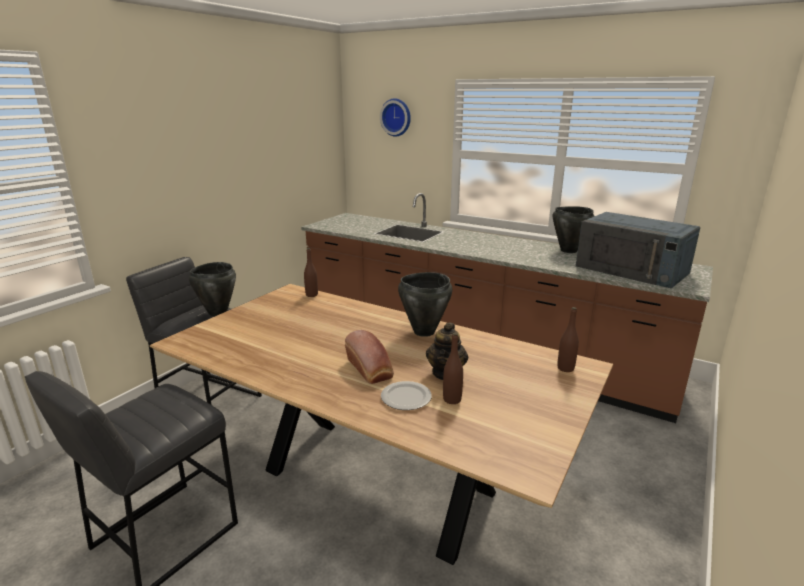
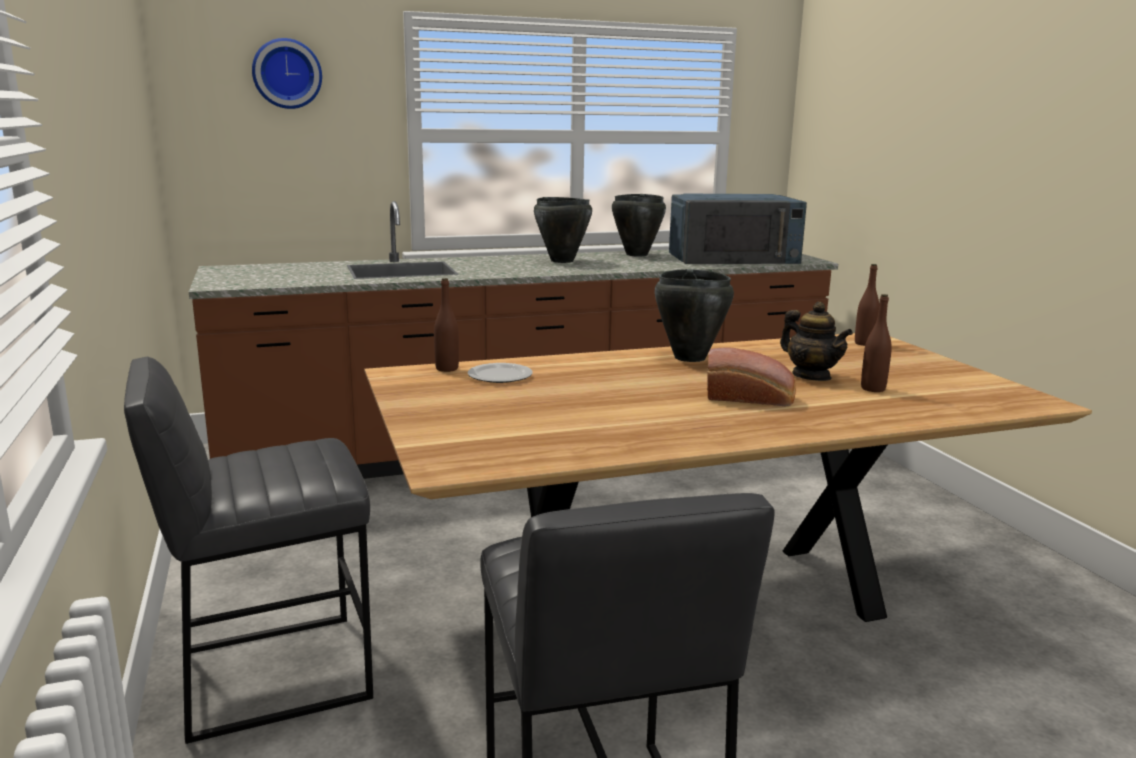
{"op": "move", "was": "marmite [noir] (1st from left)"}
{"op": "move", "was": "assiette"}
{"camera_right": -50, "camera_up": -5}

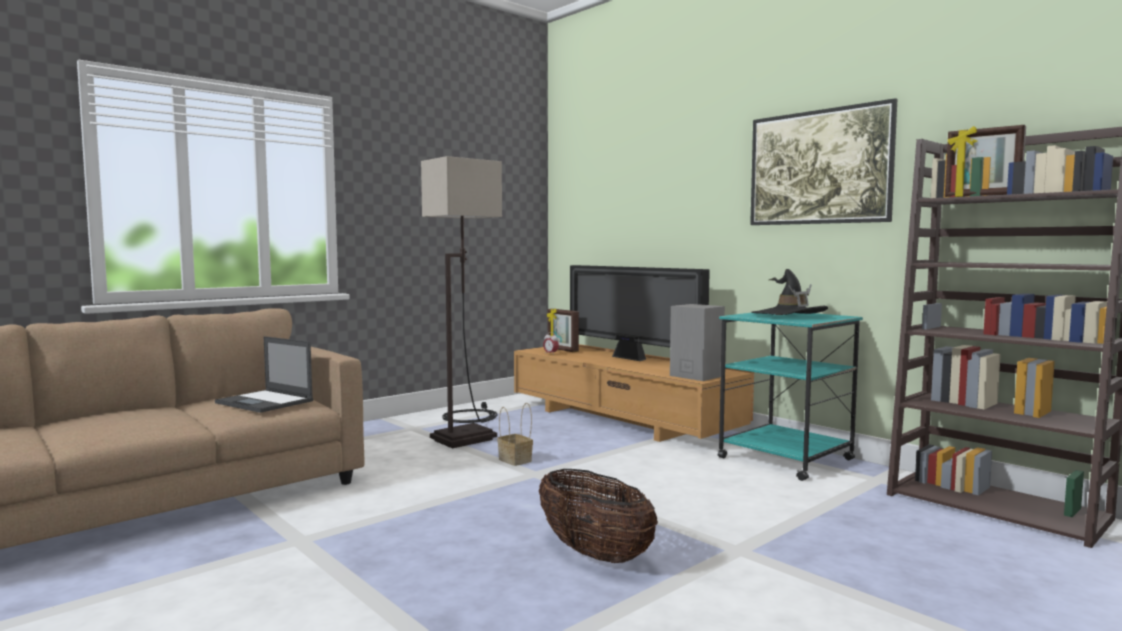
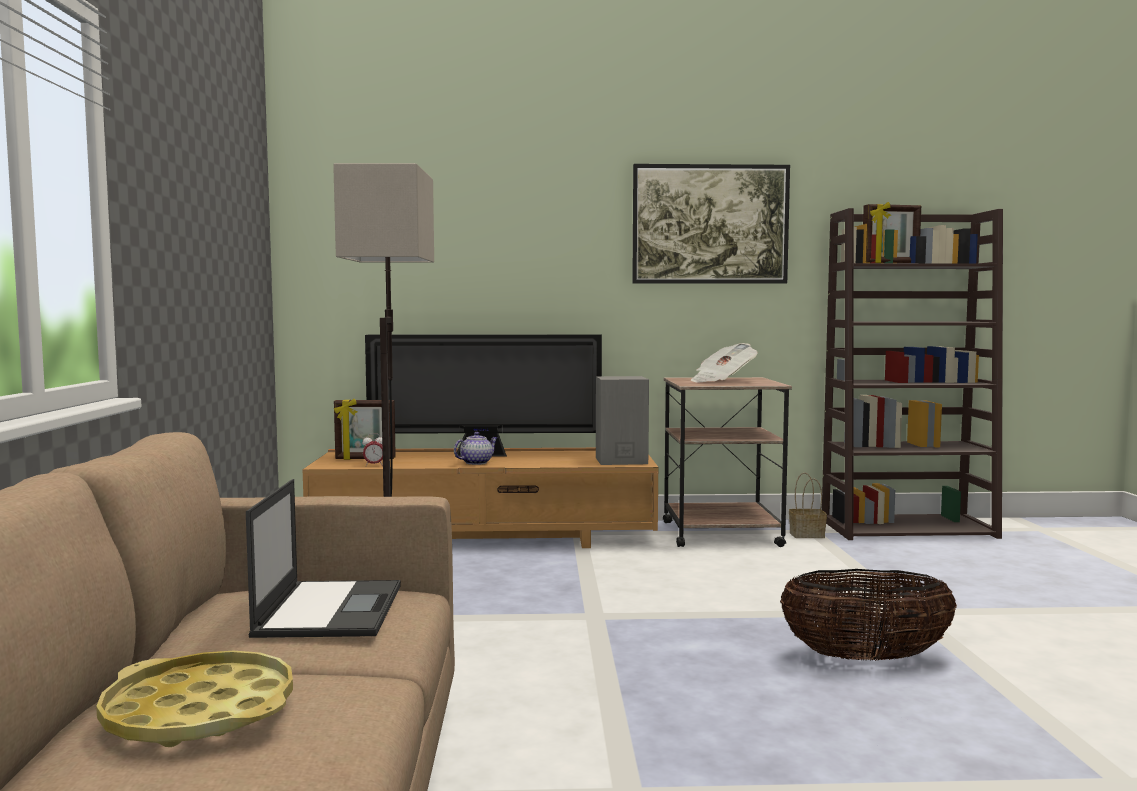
{"op": "replace", "was": "chapeau [noir]", "now": "journal"}
{"op": "recolor", "was": "chariot [turquoise]", "now": "chariot [marron]"}
{"op": "rotate", "was": "ordinateur portable", "clockwise": -75}
{"op": "move", "was": "panier (1st from left)"}
{"op": "insert", "now": "théière"}
{"op": "insert", "now": "plateau [jaune]"}
{"camera_right": -50, "camera_up": 0}

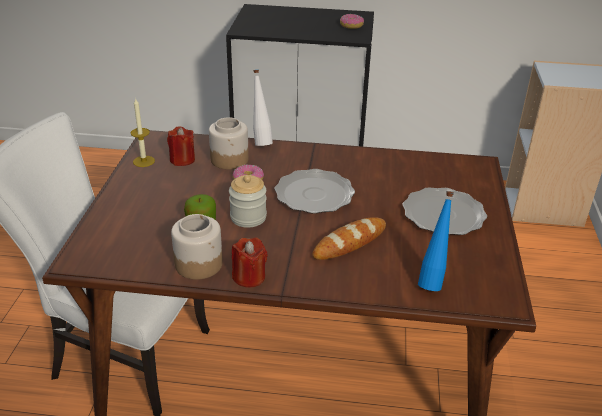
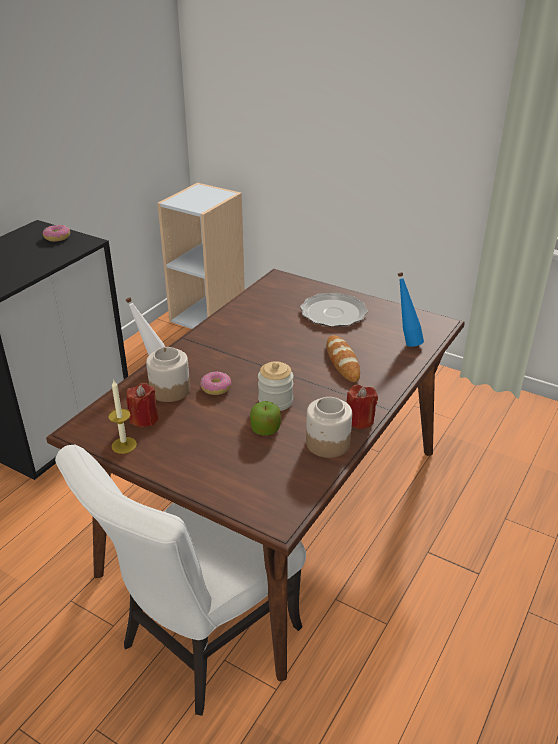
{"op": "delete", "was": "assiette (1st from left)"}
{"camera_right": -65, "camera_up": 0}

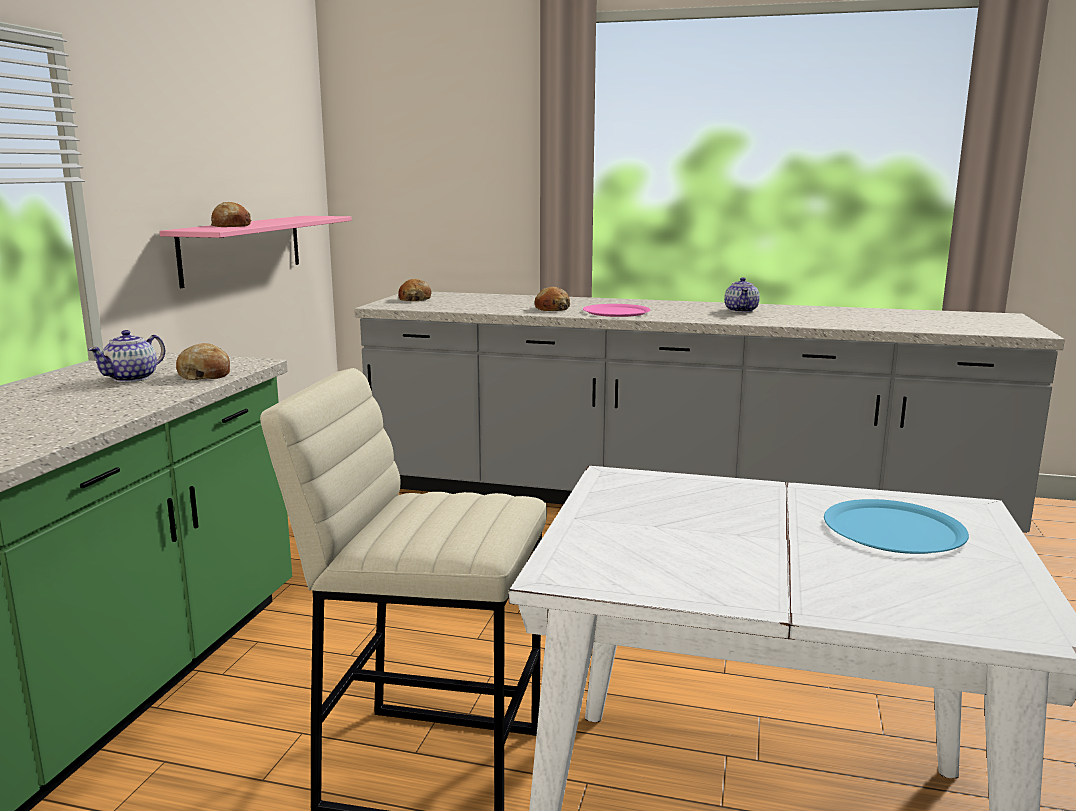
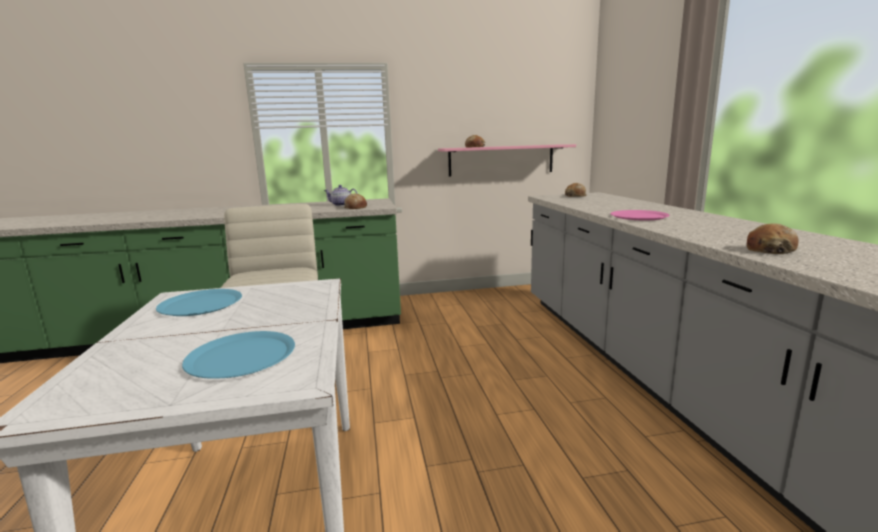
{"op": "delete", "was": "théière (2nd from left)"}
{"op": "move", "was": "pain (4th from left)"}
{"op": "insert", "now": "assiette [bleu] (1st from left)"}
{"camera_right": 65, "camera_up": 0}

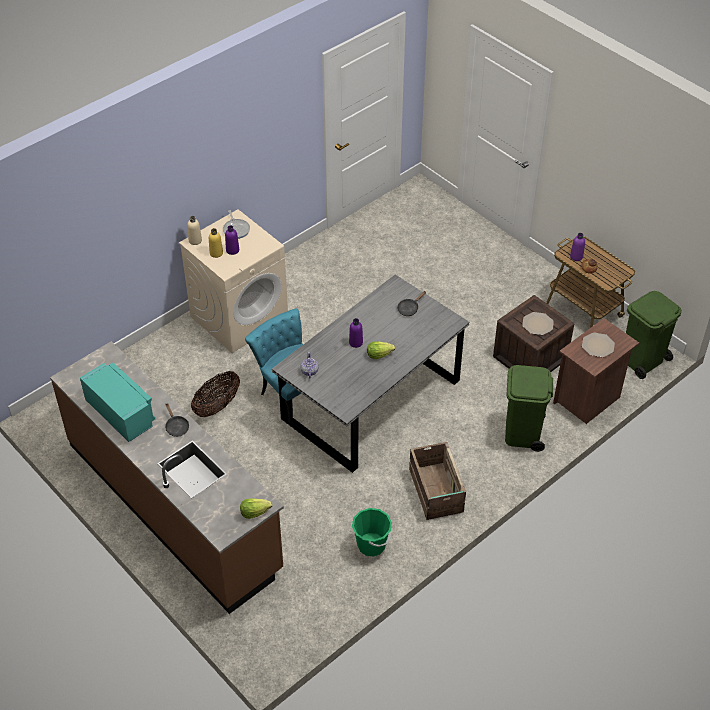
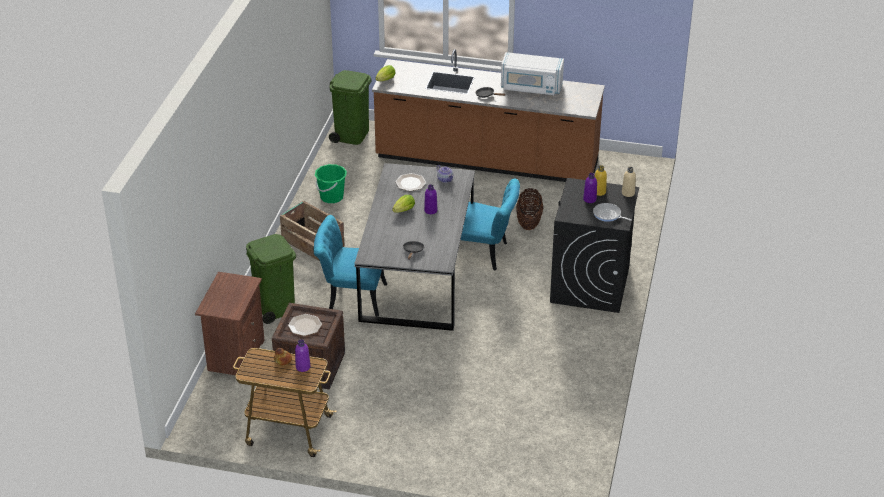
{"op": "recolor", "was": "lave-linge [beige]", "now": "lave-linge [noir]"}
{"op": "move", "was": "poubelle [vert] (2nd from left)"}
{"op": "move", "was": "assiette (2nd from left)"}
{"op": "recolor", "was": "micro-ondes [turquoise]", "now": "micro-ondes [blanc]"}
{"op": "insert", "now": "chaise [turquoise] (1st from left)"}
{"camera_right": 145, "camera_up": -10}

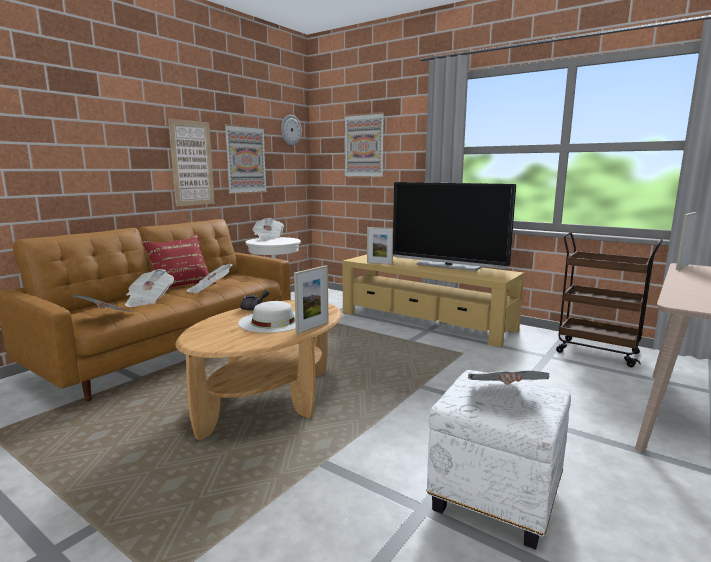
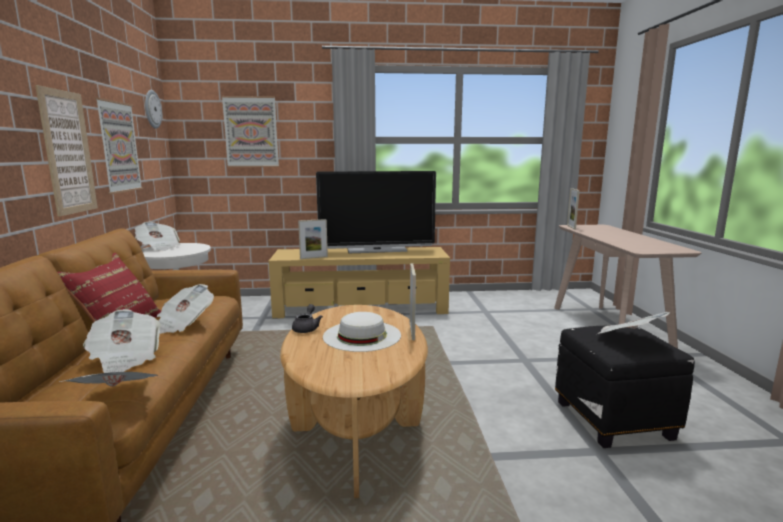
{"op": "delete", "was": "chariot [marron]"}
{"op": "recolor", "was": "pouf [blanc]", "now": "pouf [noir]"}
{"camera_right": -40, "camera_up": 0}

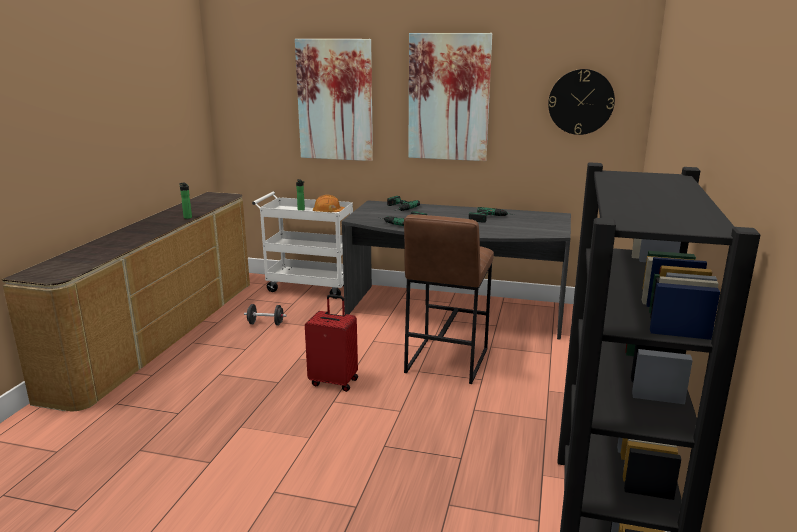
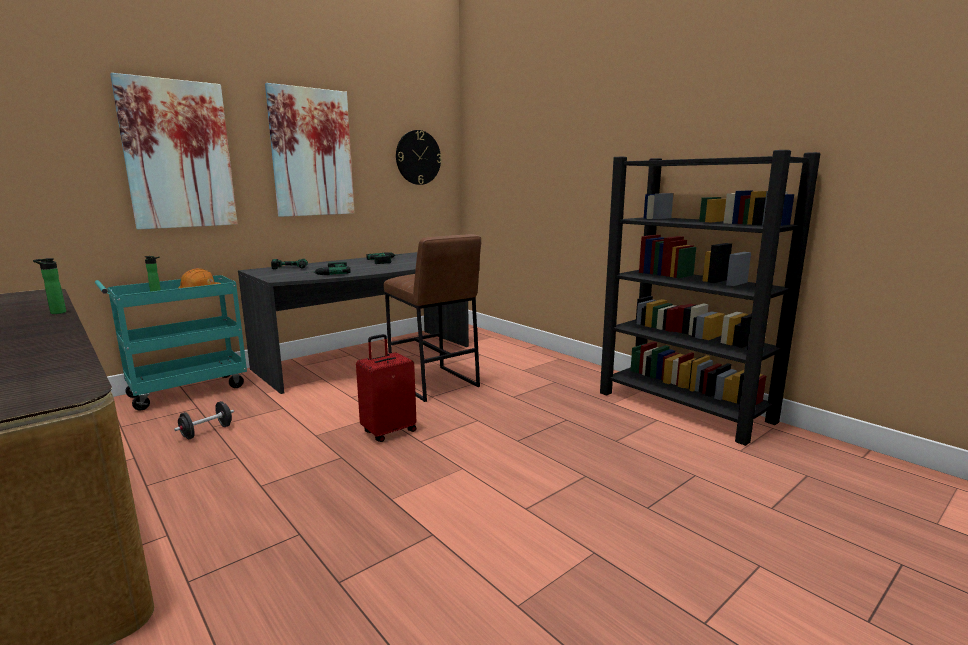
{"op": "recolor", "was": "chariot [blanc]", "now": "chariot [turquoise]"}
{"camera_right": -55, "camera_up": -5}

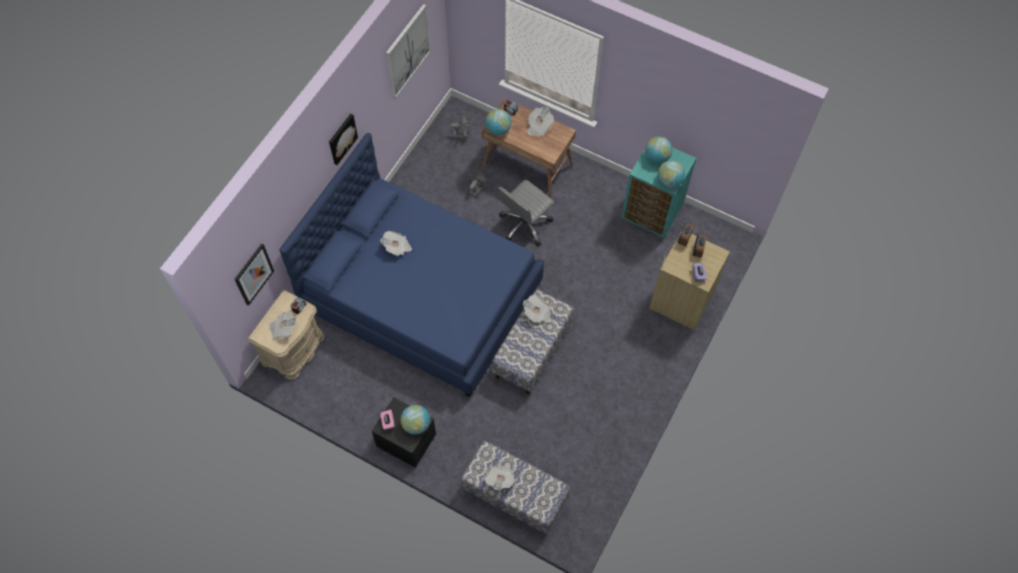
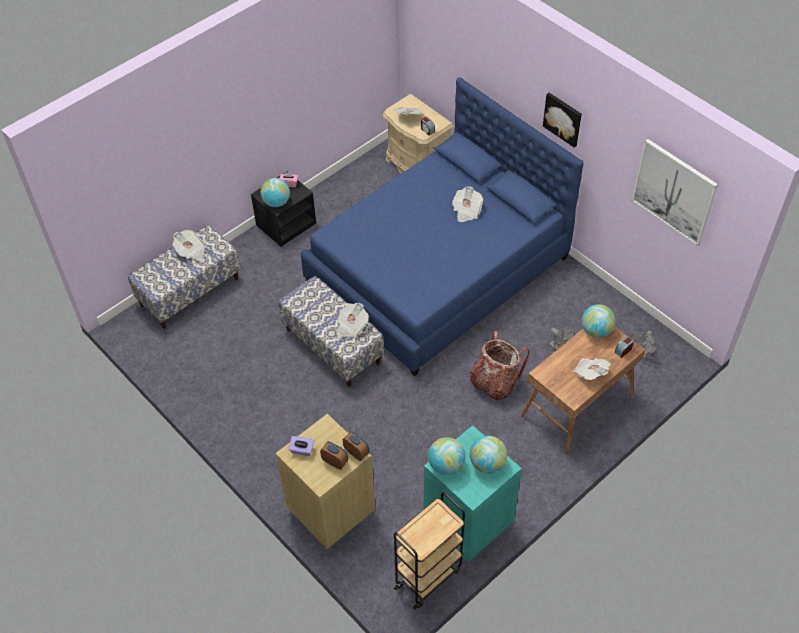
{"op": "replace", "was": "chaise de bureau [gris]", "now": "sac à dos"}
{"op": "delete", "was": "tableau (1st from left)"}
{"op": "insert", "now": "chariot [marron]"}
{"camera_right": 110, "camera_up": -10}

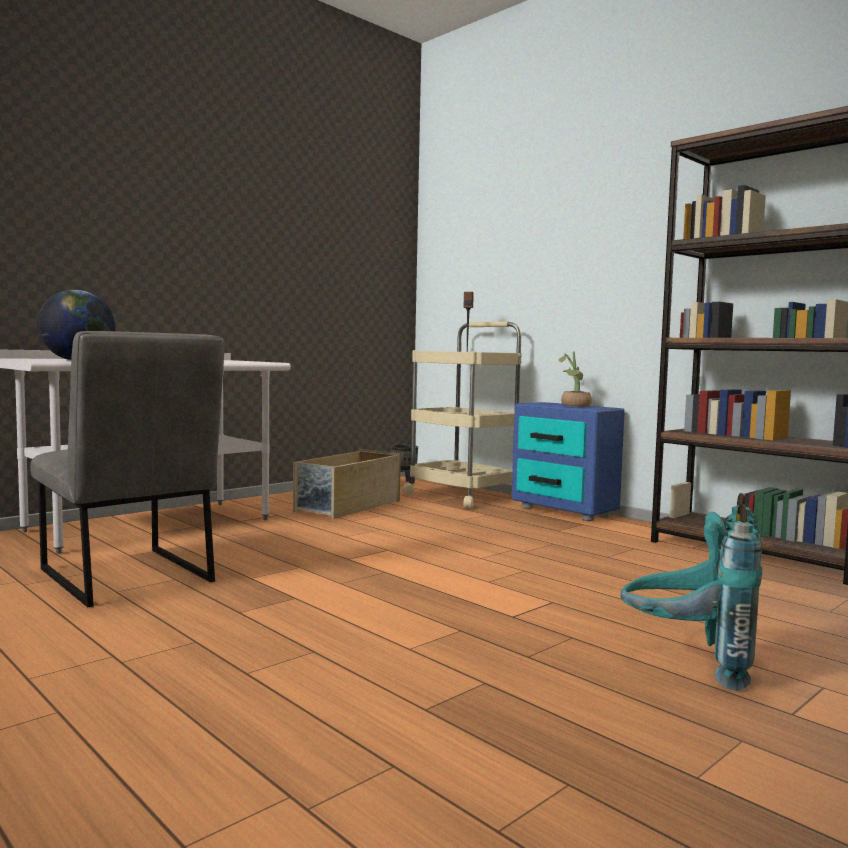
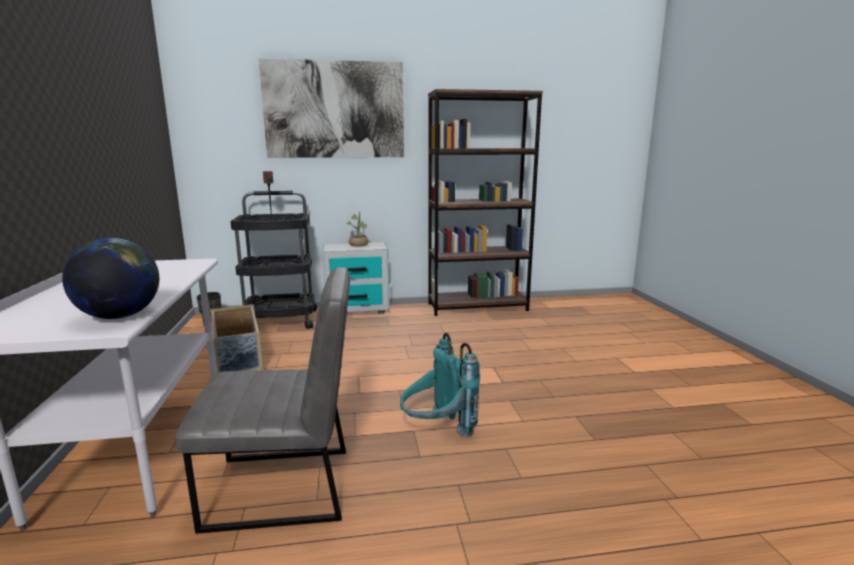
{"op": "recolor", "was": "chariot [beige]", "now": "chariot [noir]"}
{"op": "recolor", "was": "table de chevet [bleu]", "now": "table de chevet [blanc]"}
{"op": "move", "was": "sac à dos [turquoise]"}
{"op": "insert", "now": "tableau"}
{"camera_right": -55, "camera_up": 10}

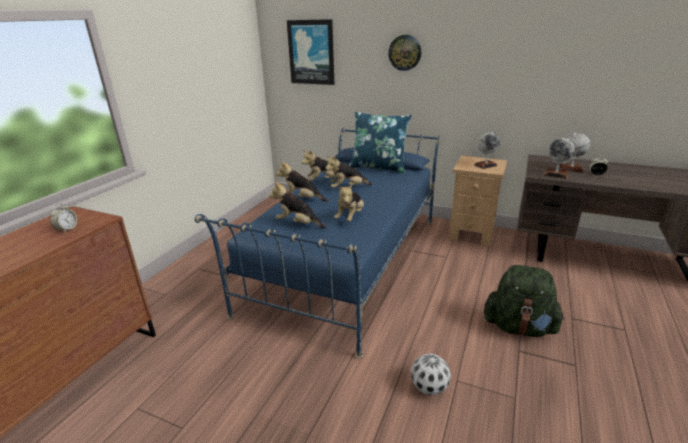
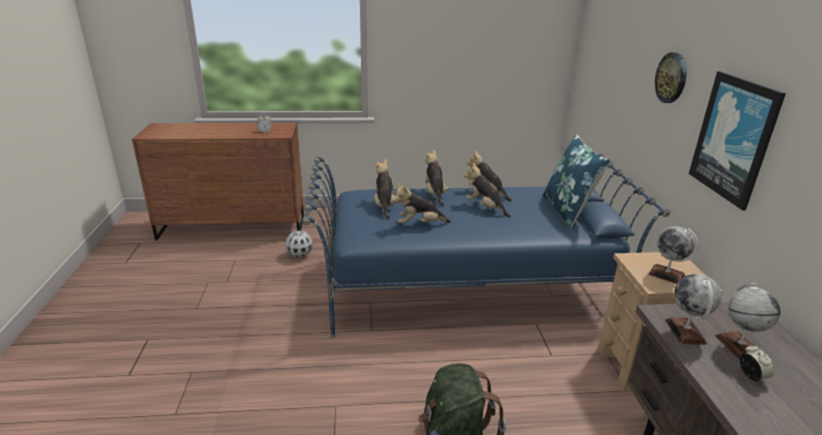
{"op": "move", "was": "tableau"}
{"op": "move", "was": "ballon de foot"}
{"camera_right": 60, "camera_up": 0}

